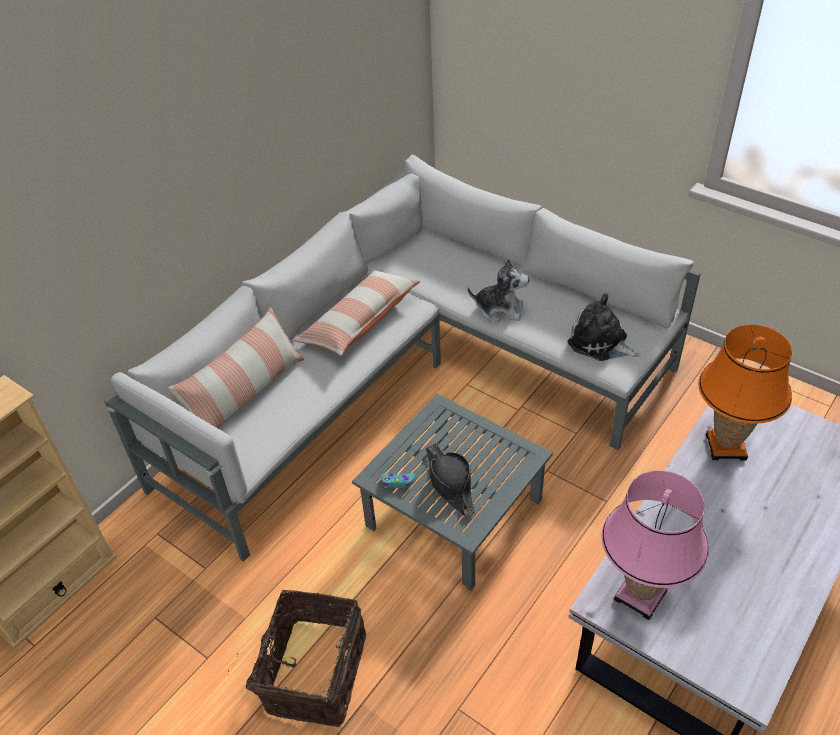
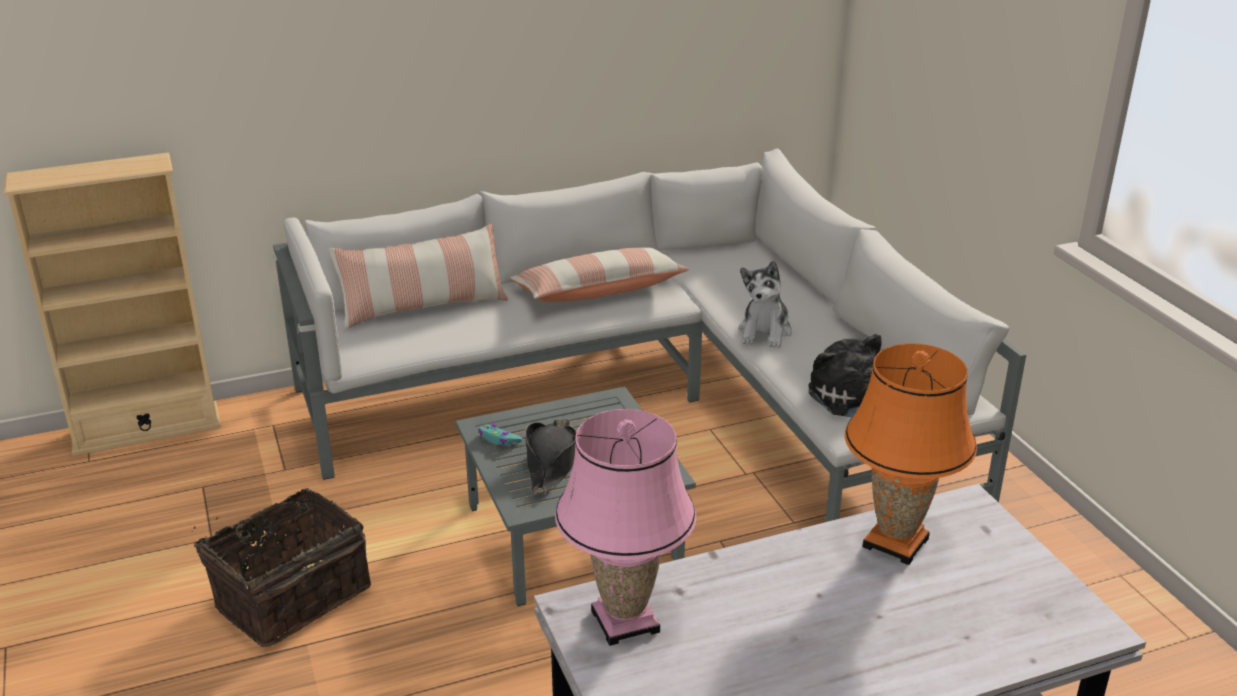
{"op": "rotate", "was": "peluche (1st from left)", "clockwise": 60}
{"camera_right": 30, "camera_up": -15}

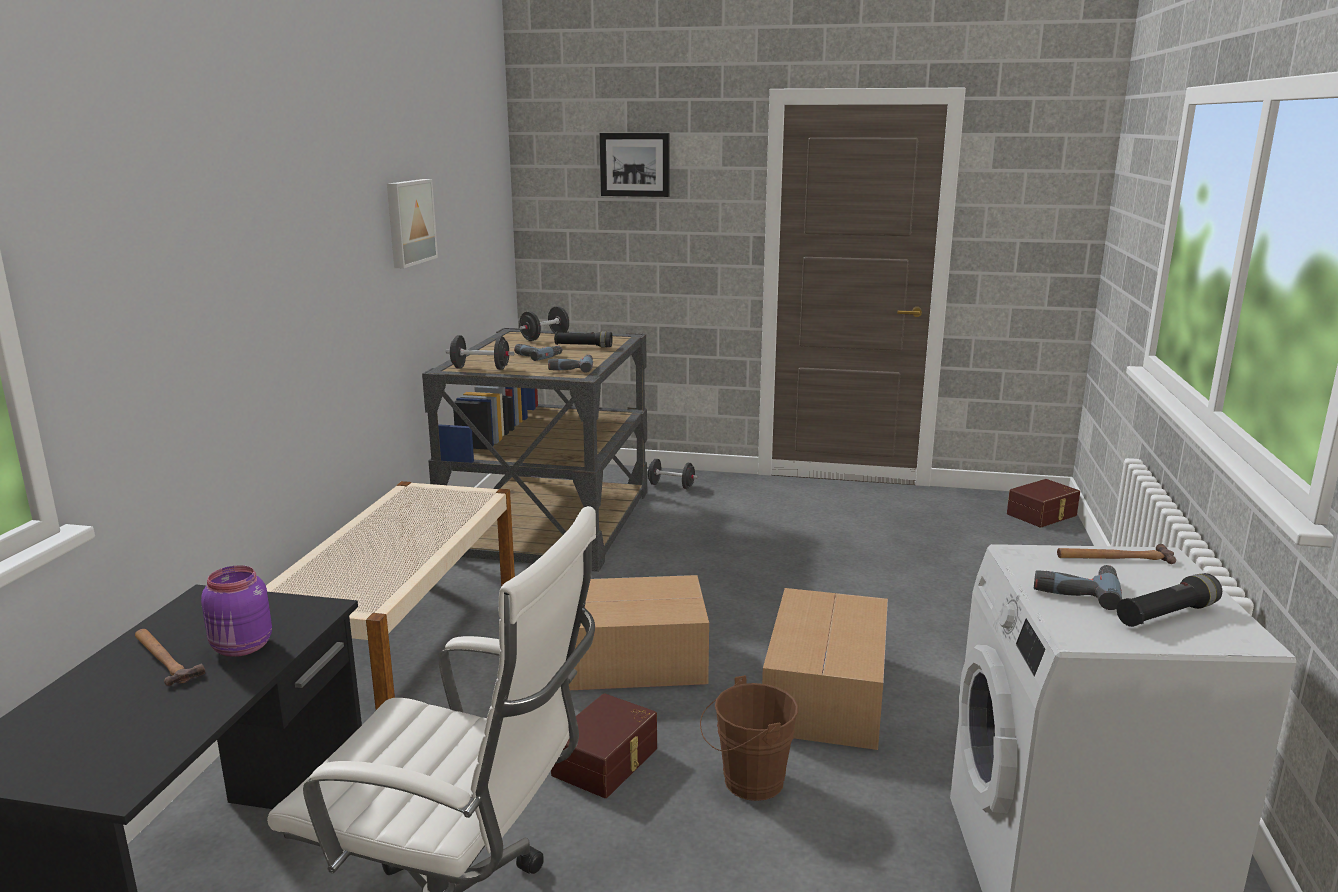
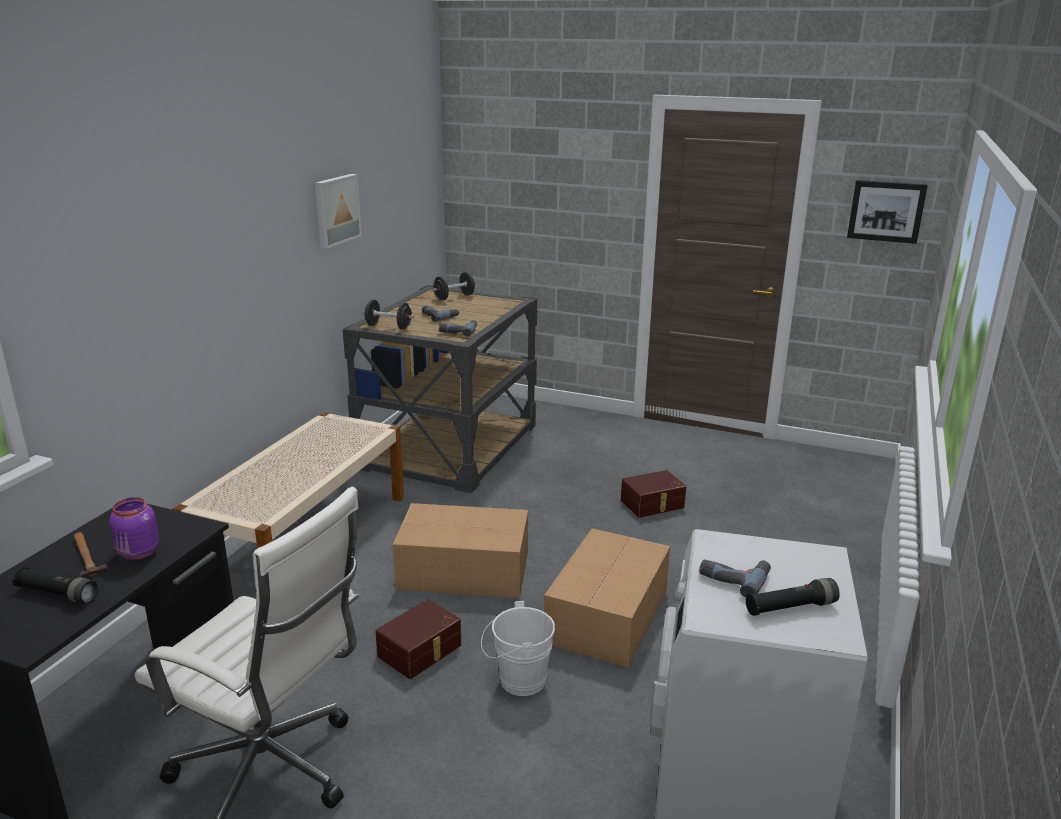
{"op": "move", "was": "tableau (2nd from left)"}
{"op": "move", "was": "lampe de poche [noir] (1st from left)"}
{"op": "delete", "was": "haltère [noir] (3rd from left)"}
{"op": "move", "was": "boîte de rangement [marron] (2nd from left)"}
{"op": "delete", "was": "marteau (2nd from left)"}
{"op": "recolor", "was": "seau [marron]", "now": "seau [blanc]"}
{"camera_right": 10, "camera_up": 5}

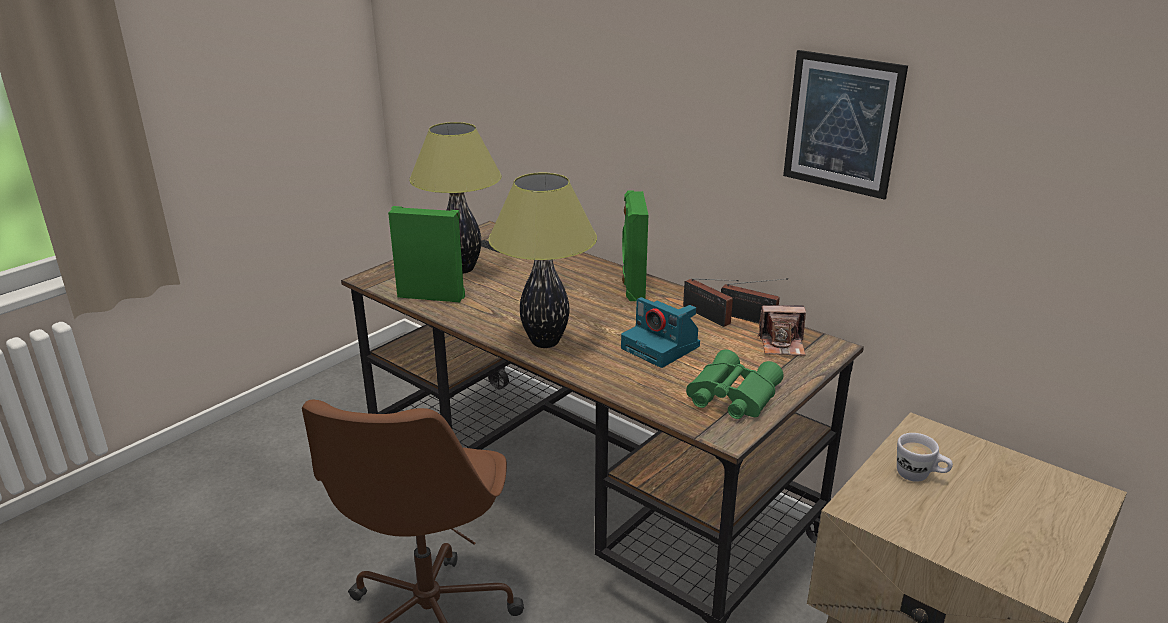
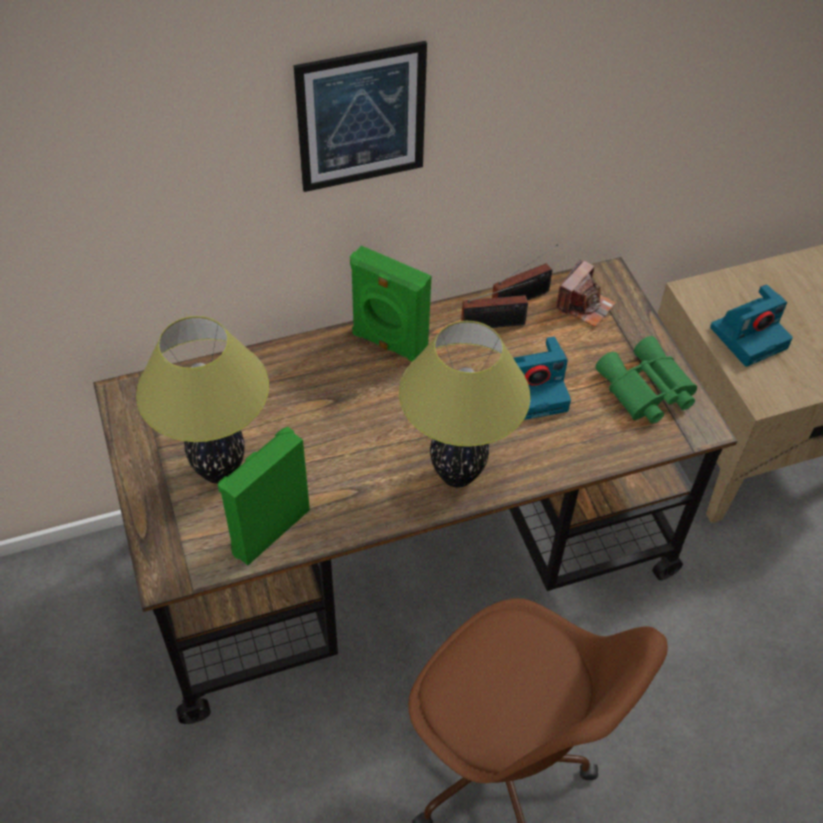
{"op": "move", "was": "tableau"}
{"op": "replace", "was": "mug [blanc]", "now": "appareil photo (3rd from left)"}
{"camera_right": -60, "camera_up": 25}

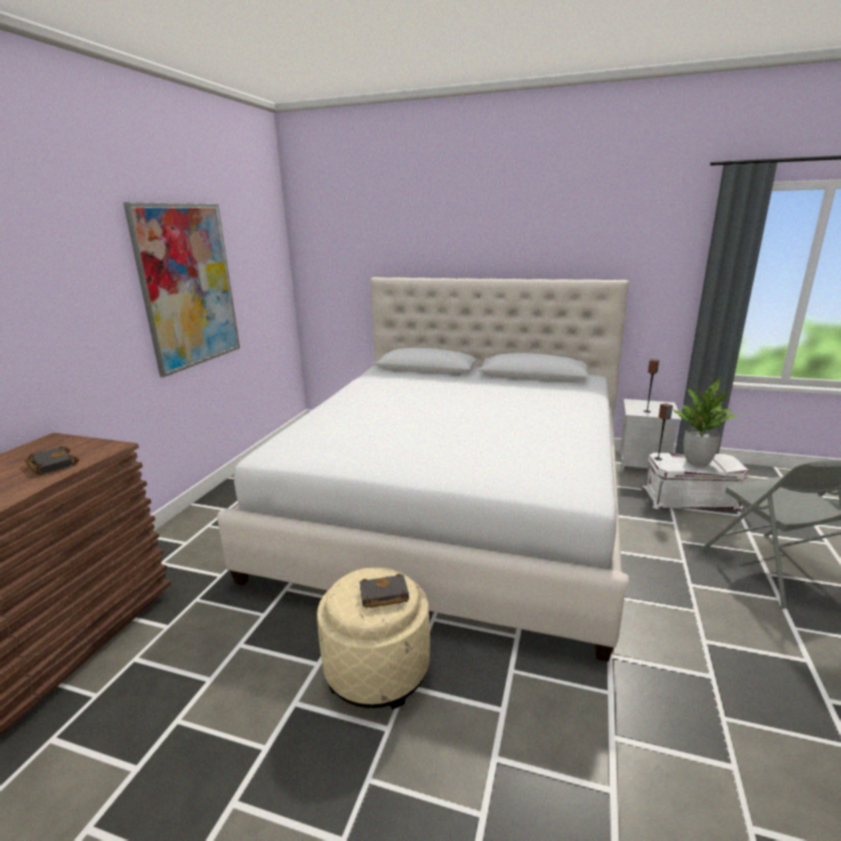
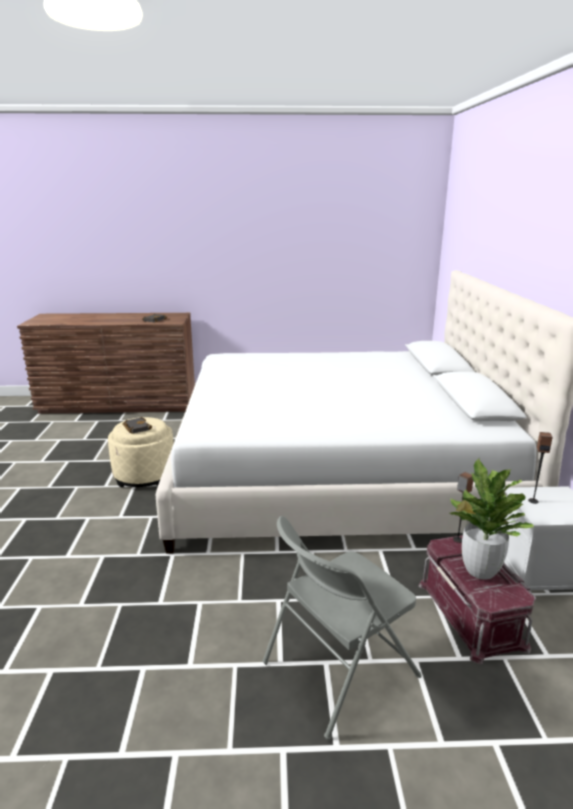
{"op": "delete", "was": "tableau"}
{"op": "recolor", "was": "boîte de rangement [blanc]", "now": "boîte de rangement [rouge]"}
{"camera_right": 70, "camera_up": 0}

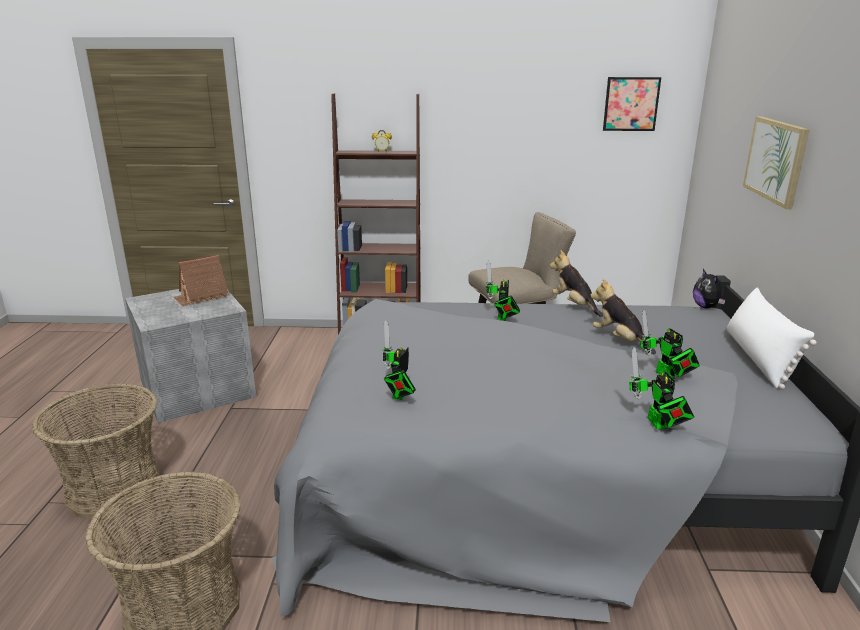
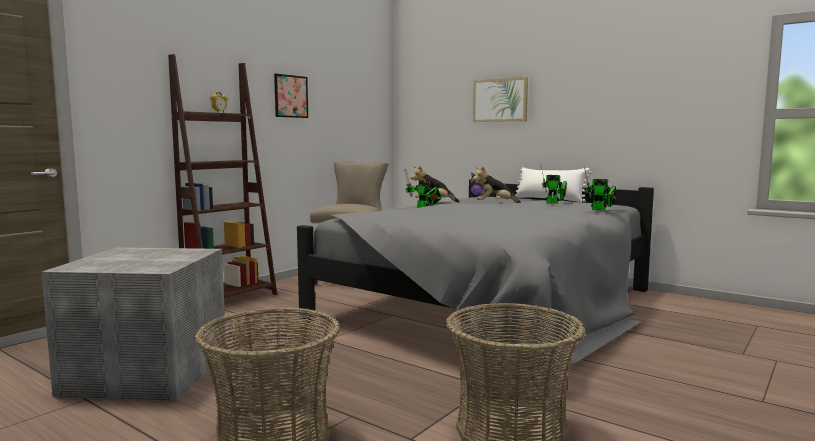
{"op": "move", "was": "tableau (1st from left)"}
{"op": "delete", "was": "maison miniature"}
{"op": "delete", "was": "robot jouet (1st from left)"}
{"camera_right": -55, "camera_up": -15}

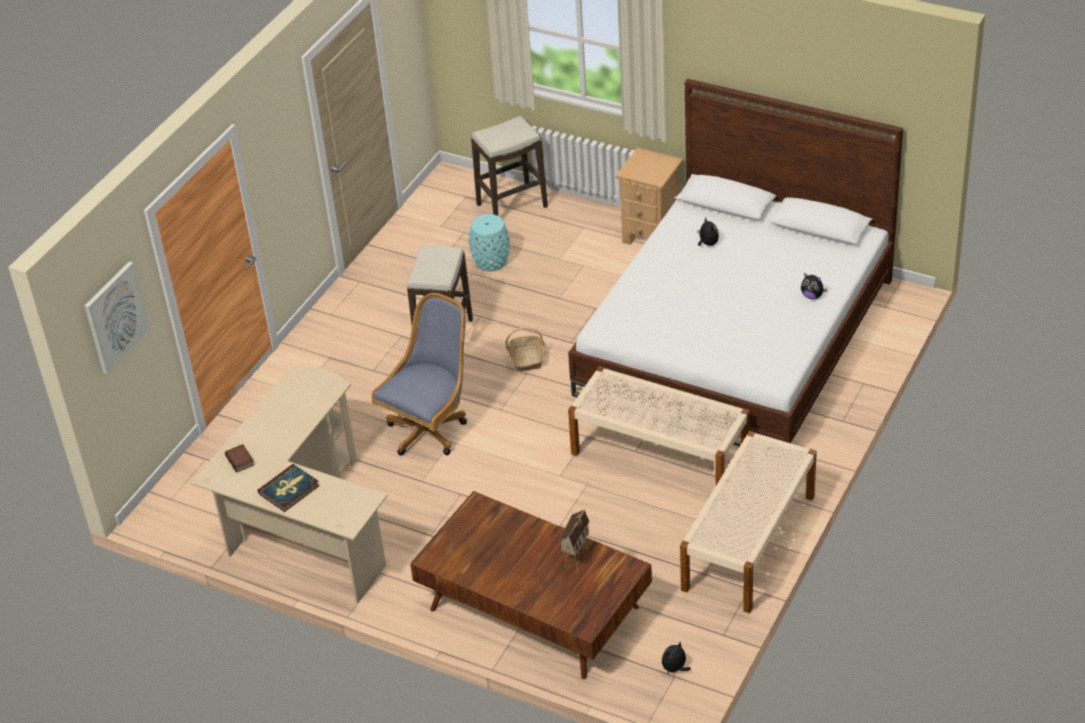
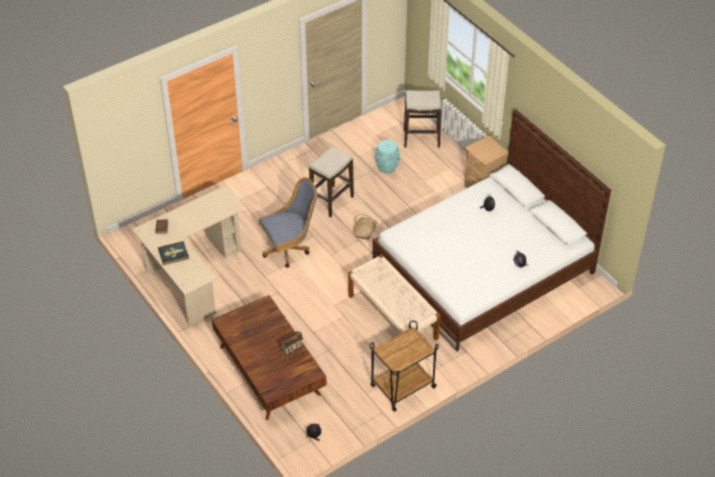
{"op": "delete", "was": "tableau"}
{"op": "replace", "was": "banc [beige] (2nd from left)", "now": "chariot [marron]"}
{"camera_right": 25, "camera_up": 5}

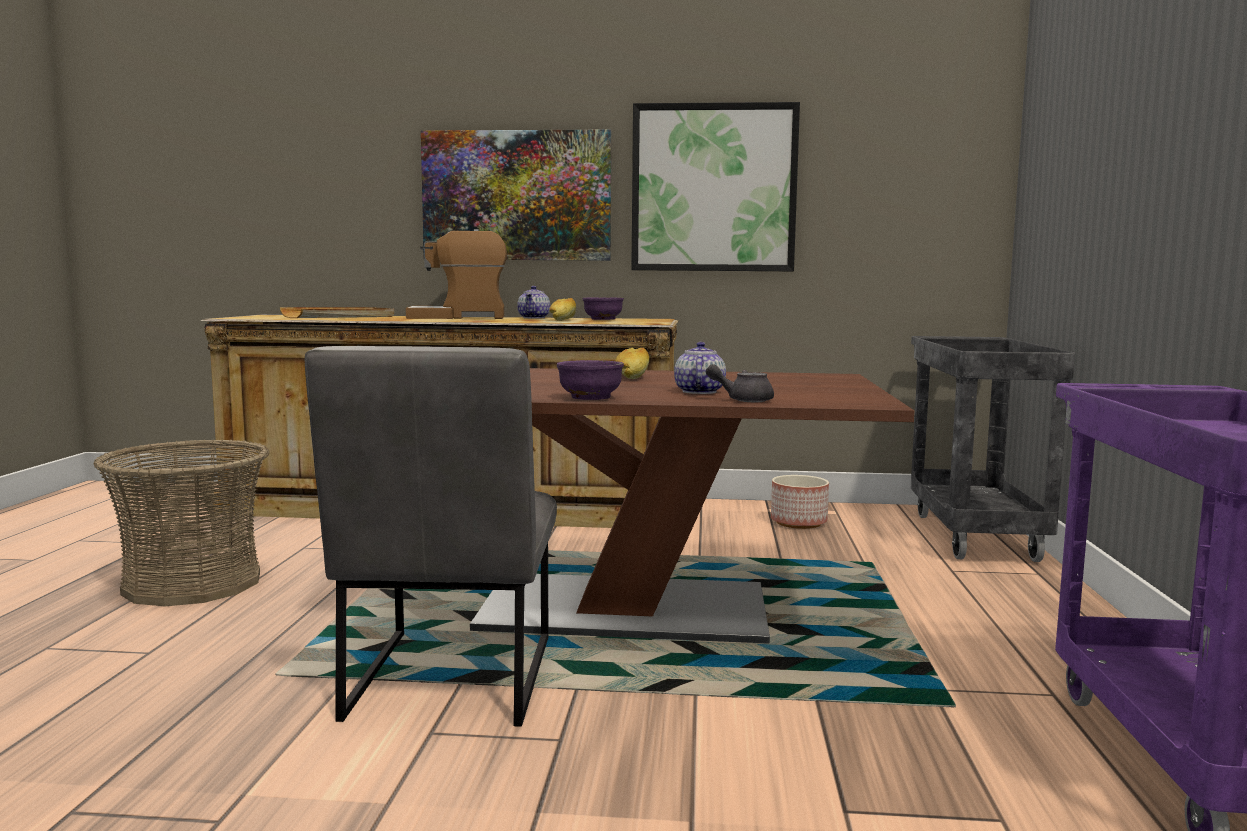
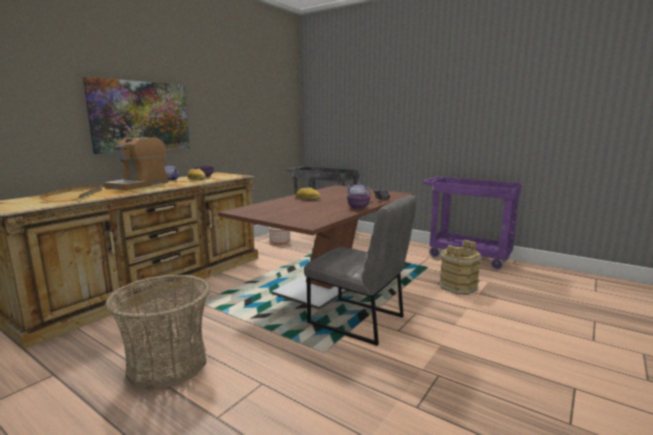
{"op": "delete", "was": "tableau (2nd from left)"}
{"op": "insert", "now": "seau [marron]"}
{"camera_right": -60, "camera_up": 5}

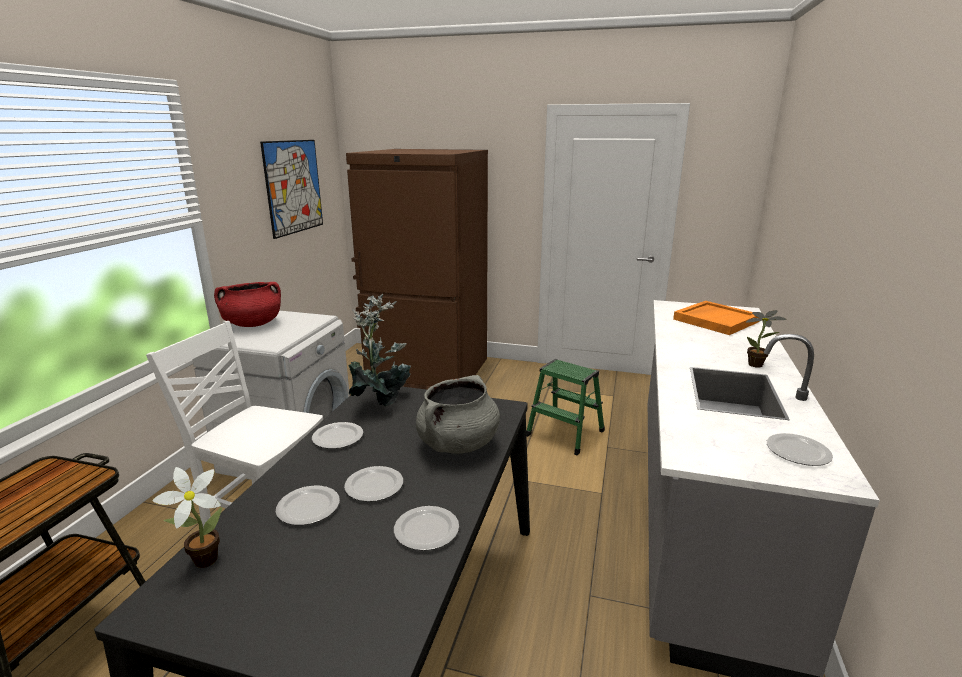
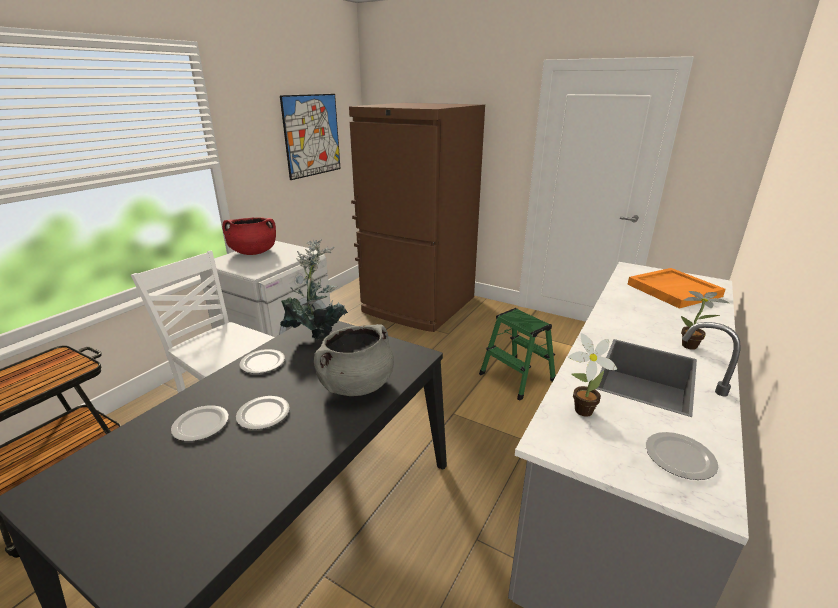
{"op": "move", "was": "plante en pot (1st from left in the first image)", "now": "plante en pot (2nd from left)"}
{"op": "delete", "was": "assiette (4th from left)"}
{"camera_right": 15, "camera_up": 5}

